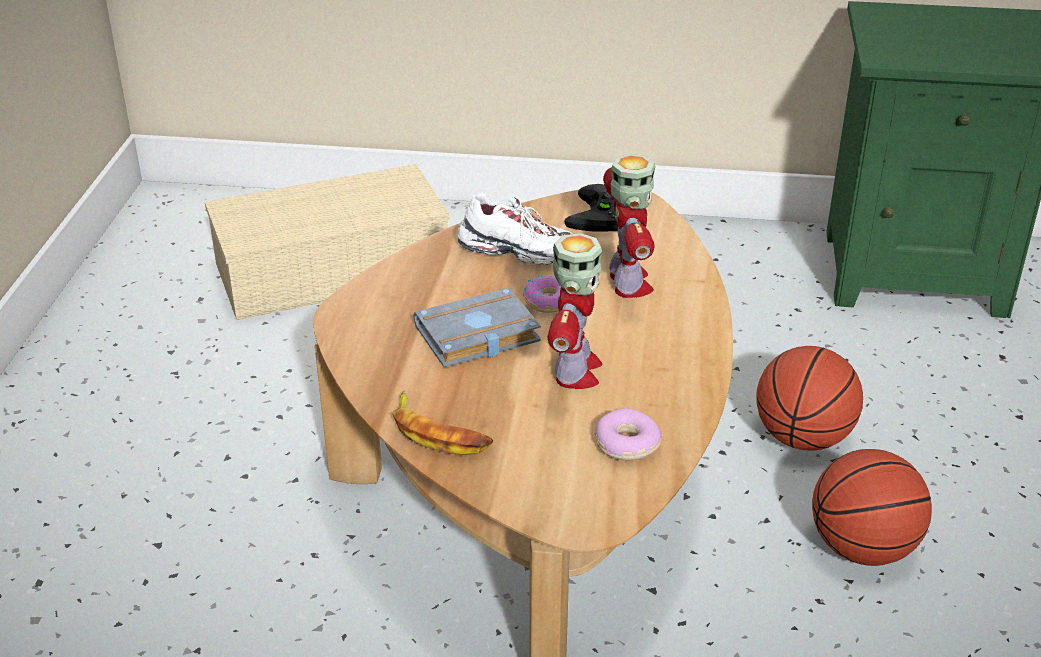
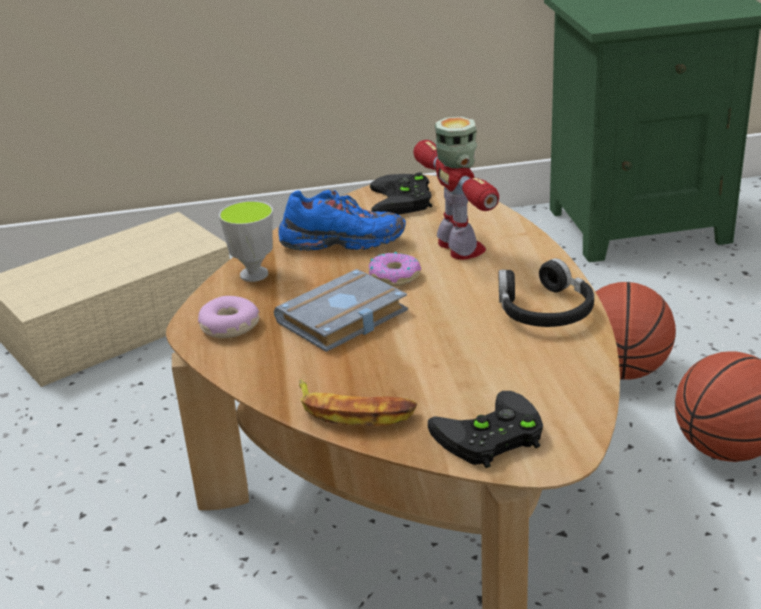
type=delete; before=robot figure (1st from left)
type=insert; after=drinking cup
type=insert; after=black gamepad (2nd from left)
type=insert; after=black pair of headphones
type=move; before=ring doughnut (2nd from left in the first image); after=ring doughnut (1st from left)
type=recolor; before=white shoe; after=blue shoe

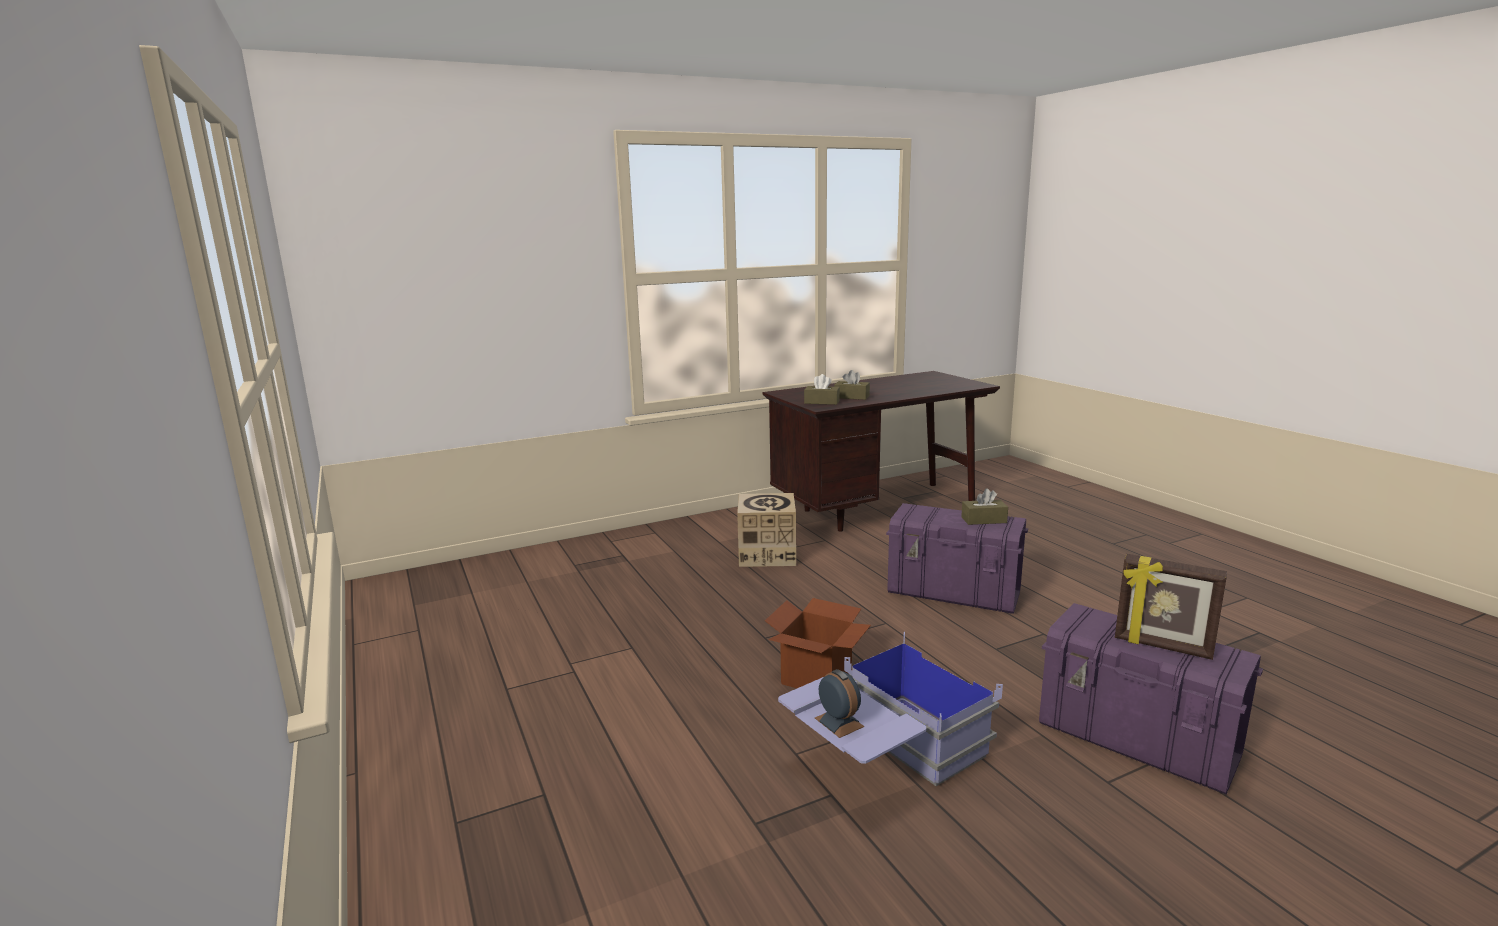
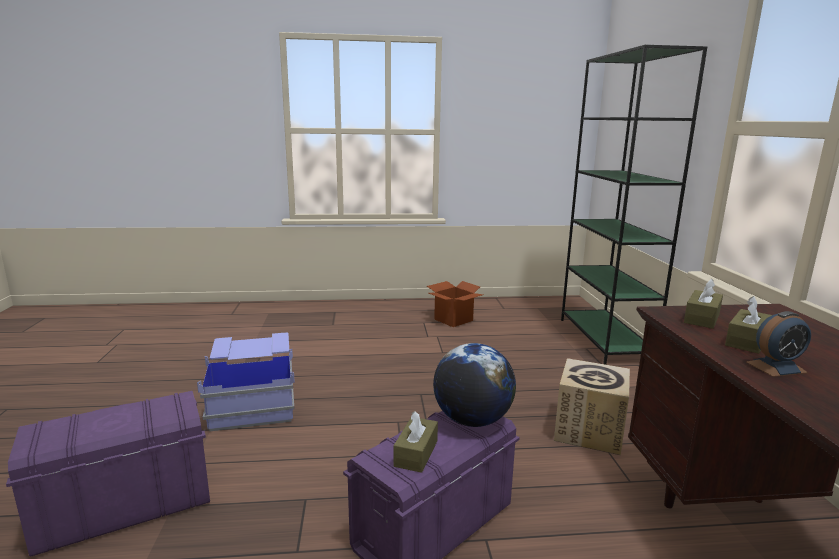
type=delete; before=photo frame
type=insert; after=globe
type=insert; after=green bookshelf
type=move; before=cardboard box (2nd from left in the first image); after=cardboard box (1st from left)
type=move; before=alarm clock

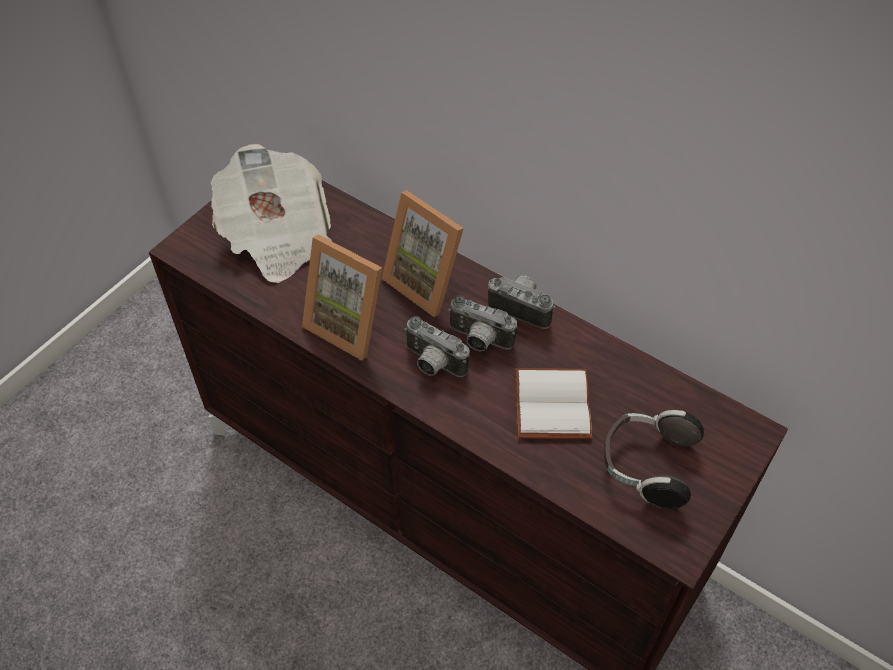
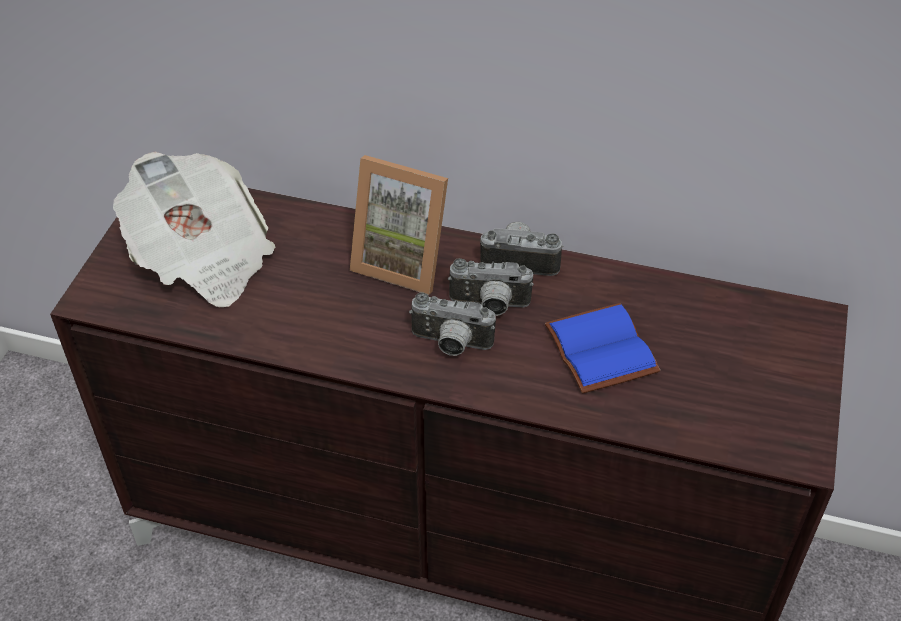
type=delete; before=photo frame (1st from left)
type=delete; before=pair of headphones
type=recolor; before=white bound book; after=blue bound book

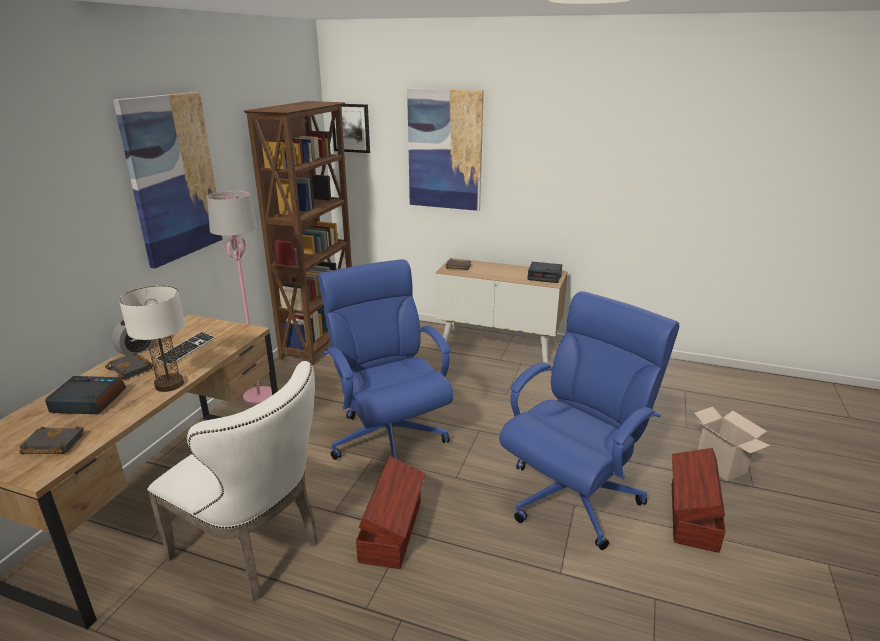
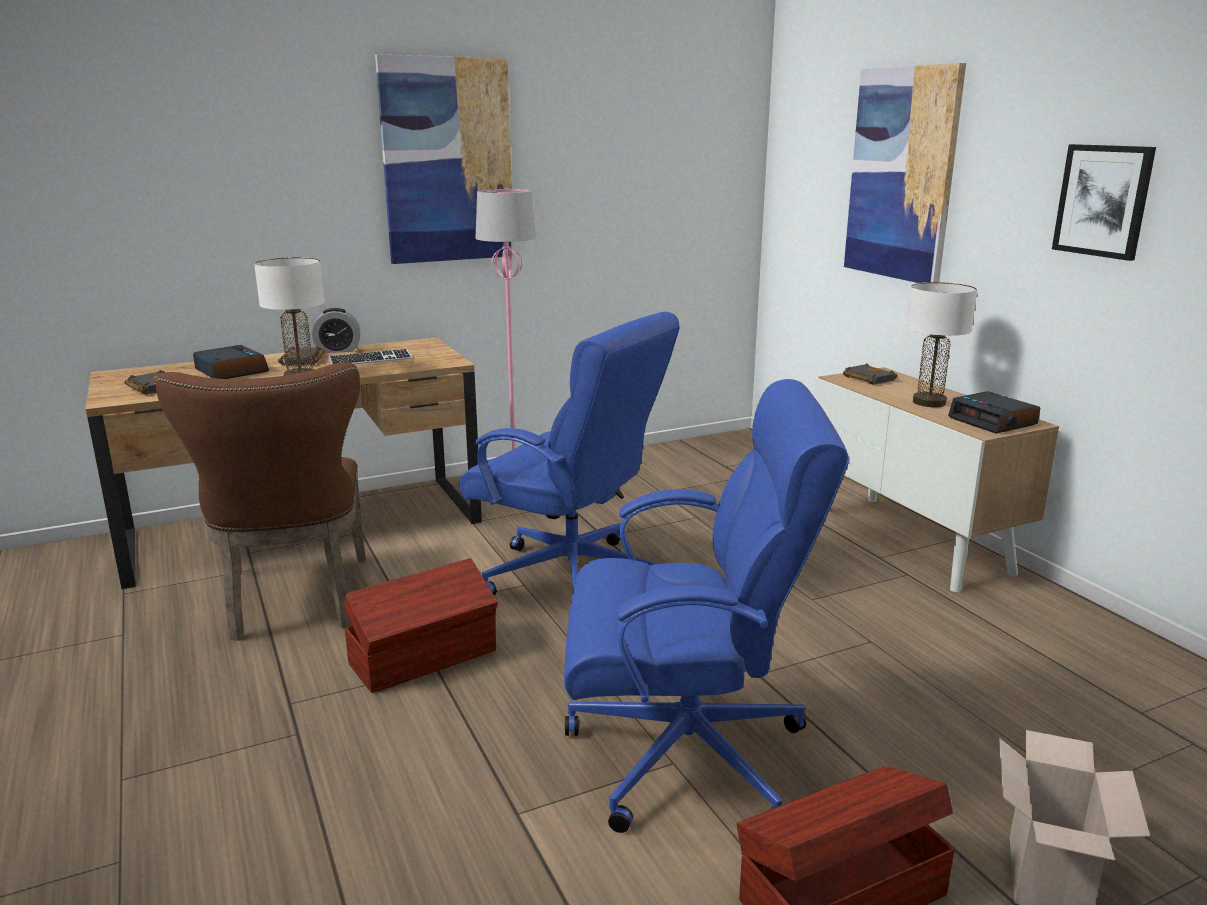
type=delete; before=brown bookshelf
type=insert; after=lamp for a table (2nd from left)
type=move; before=wall art (2nd from left in the first image); after=wall art (3rd from left)
type=recolor; before=white upright chair; after=brown upright chair
type=rotate; before=blue office chair (1st from left); turn=105

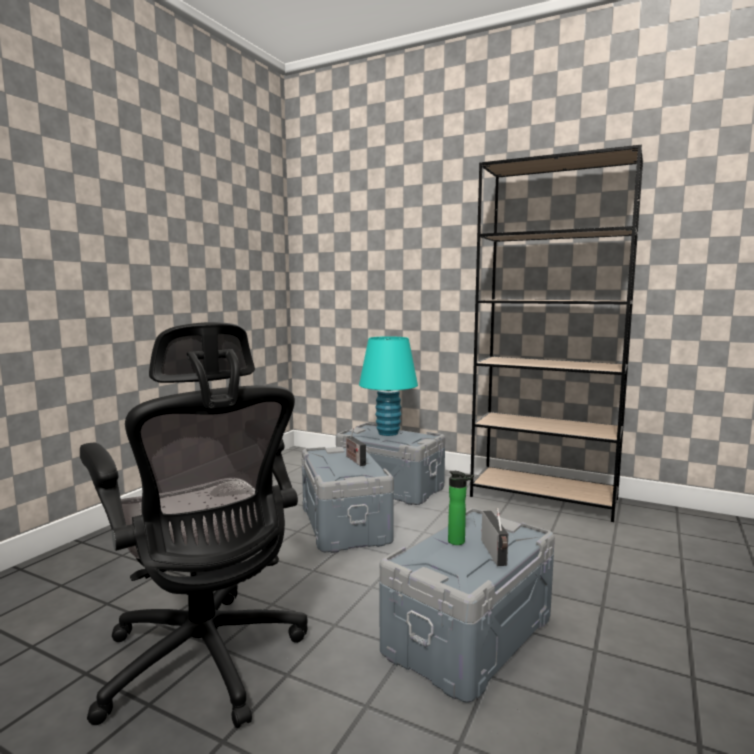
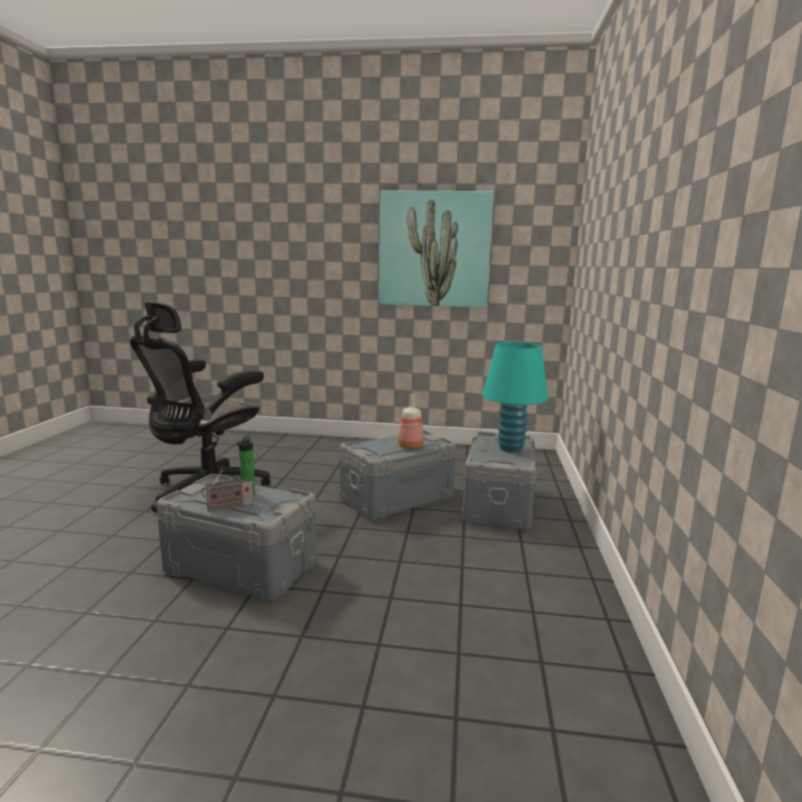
type=delete; before=beige-coloured bookshelf
type=insert; after=wall art
type=replace; before=radio set (1st from left); after=drink bottle (2nd from left)

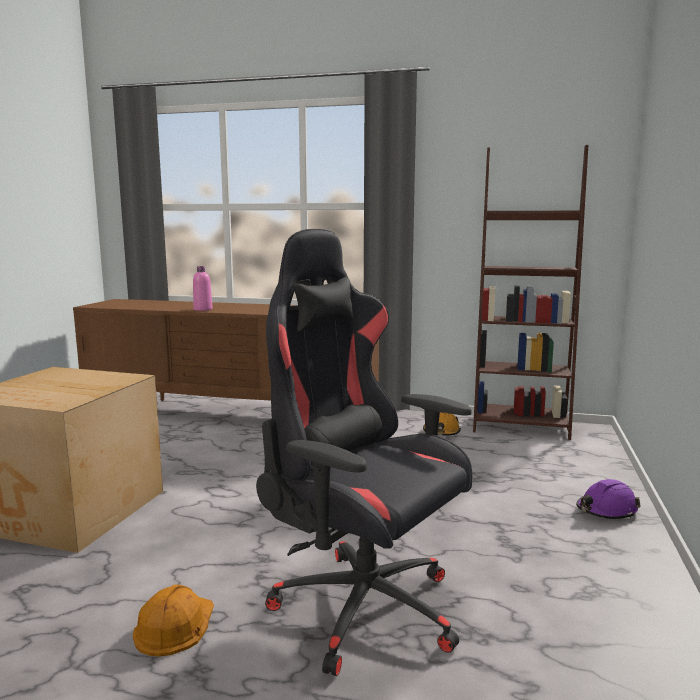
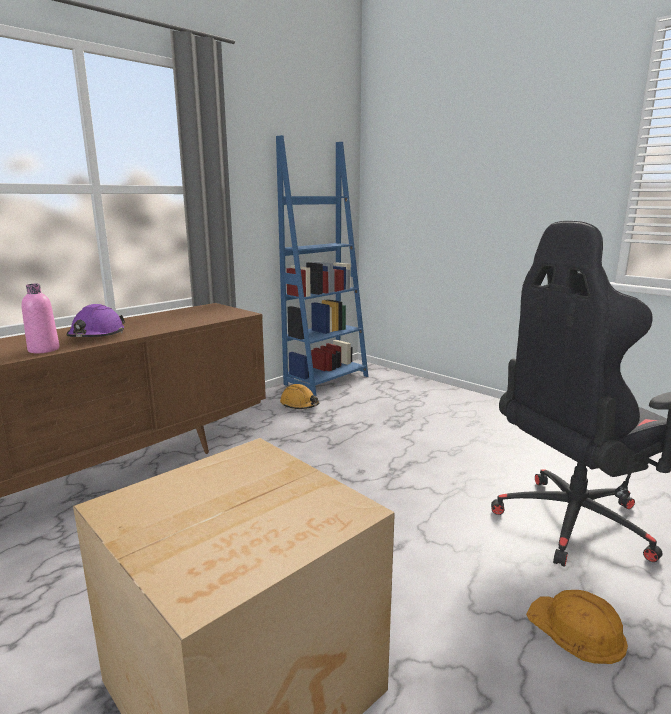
type=move; before=purple-coloured work helmet
type=recolor; before=brown bookshelf; after=blue bookshelf

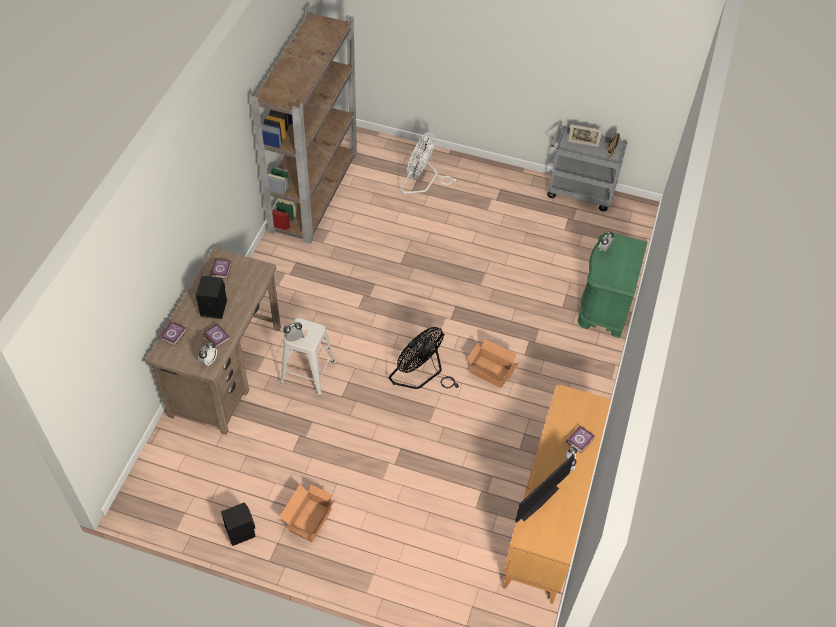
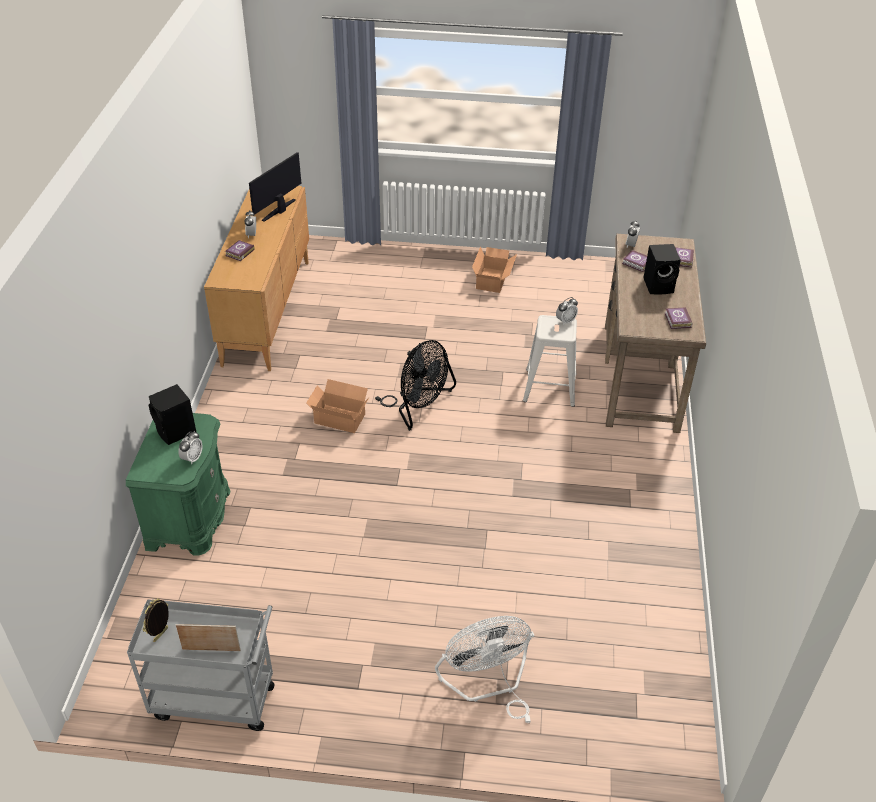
type=delete; before=brown bookshelf
type=move; before=black speaker (2nd from left in the first image); after=black speaker (1st from left)
type=rotate; before=white cooling fan; turn=-120

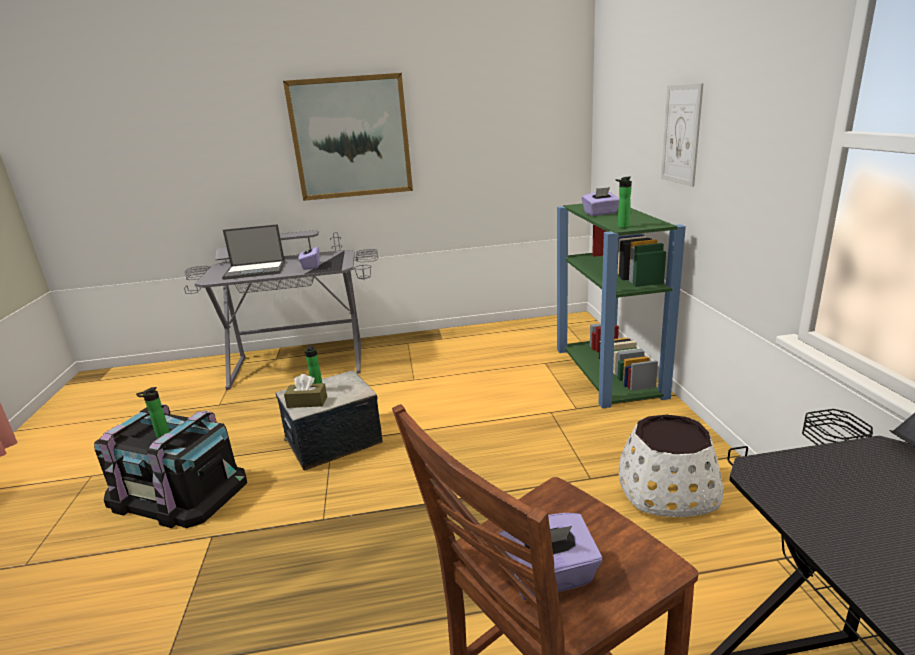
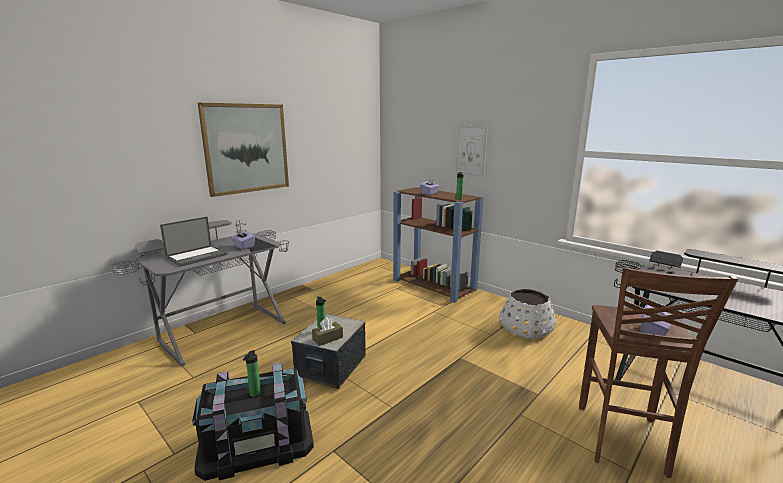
type=recolor; before=green bookshelf; after=brown bookshelf

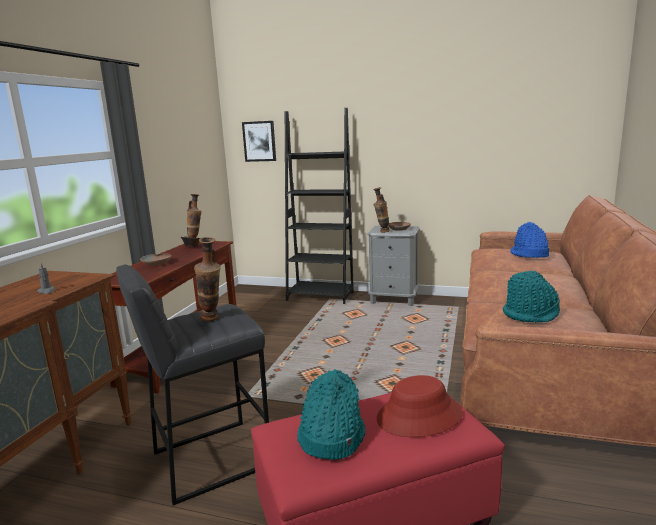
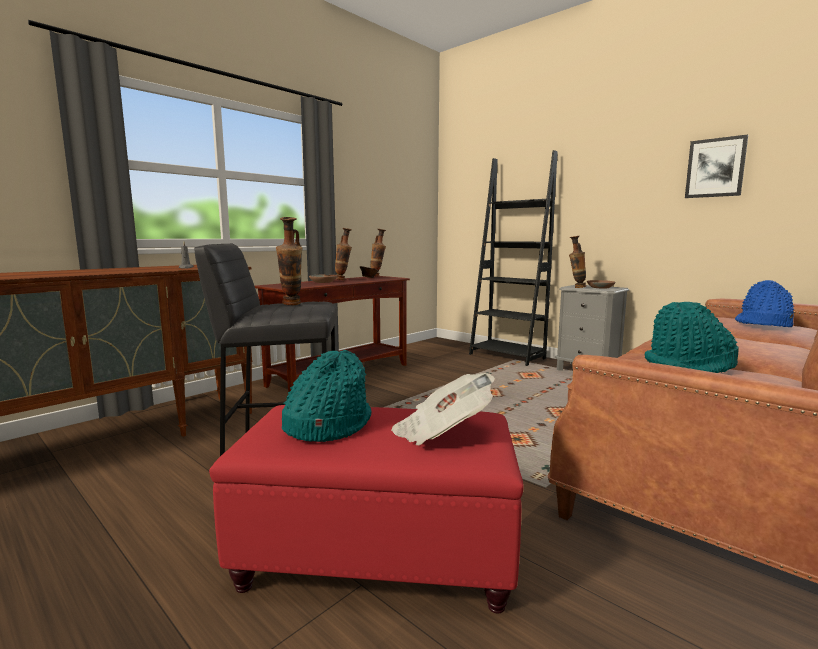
type=insert; after=decorative vase (2nd from left)
type=move; before=wall art
type=replace; before=reddish wearable hat; after=daily paper

